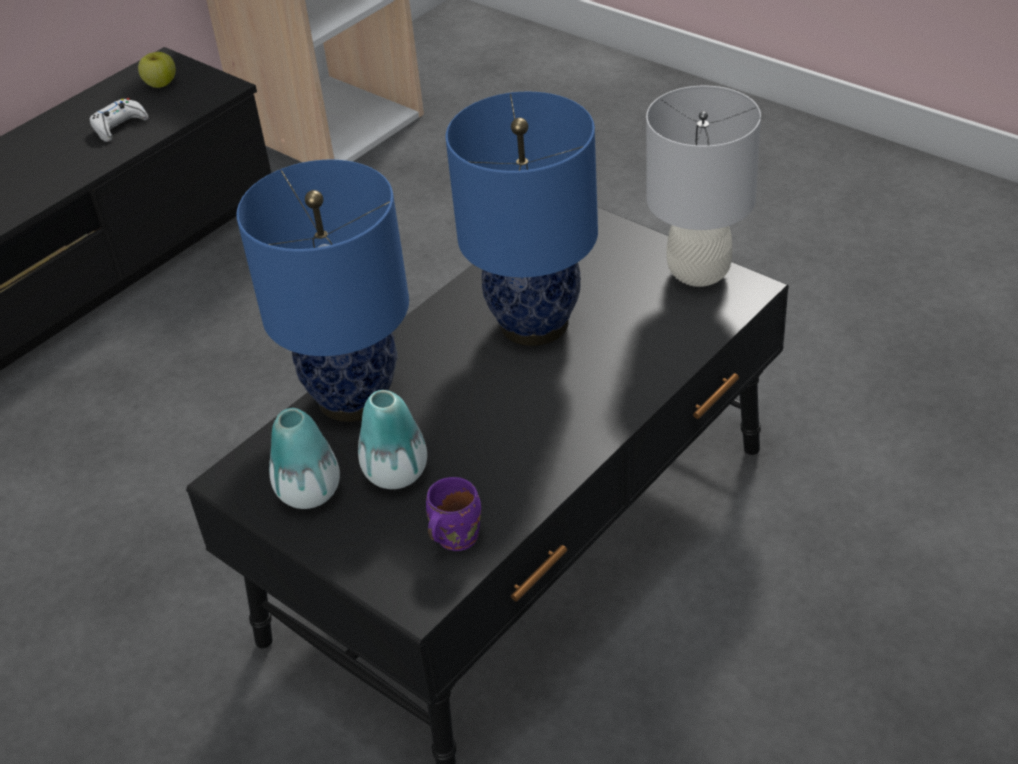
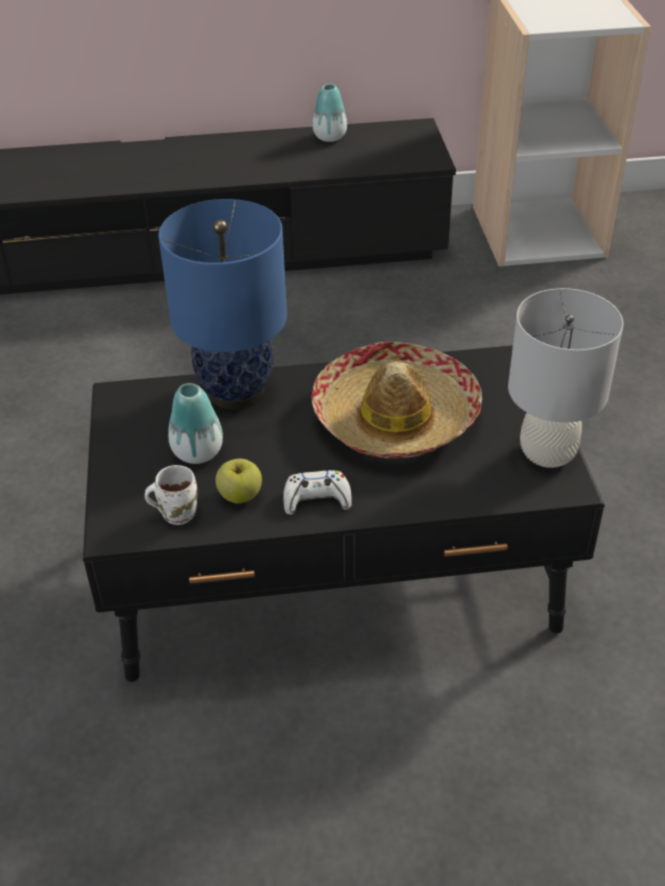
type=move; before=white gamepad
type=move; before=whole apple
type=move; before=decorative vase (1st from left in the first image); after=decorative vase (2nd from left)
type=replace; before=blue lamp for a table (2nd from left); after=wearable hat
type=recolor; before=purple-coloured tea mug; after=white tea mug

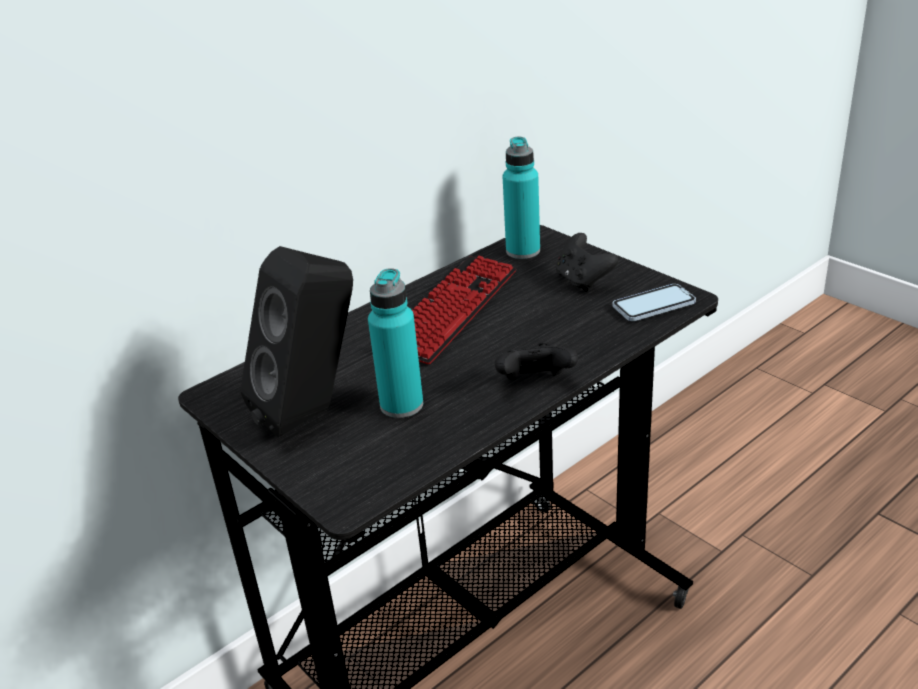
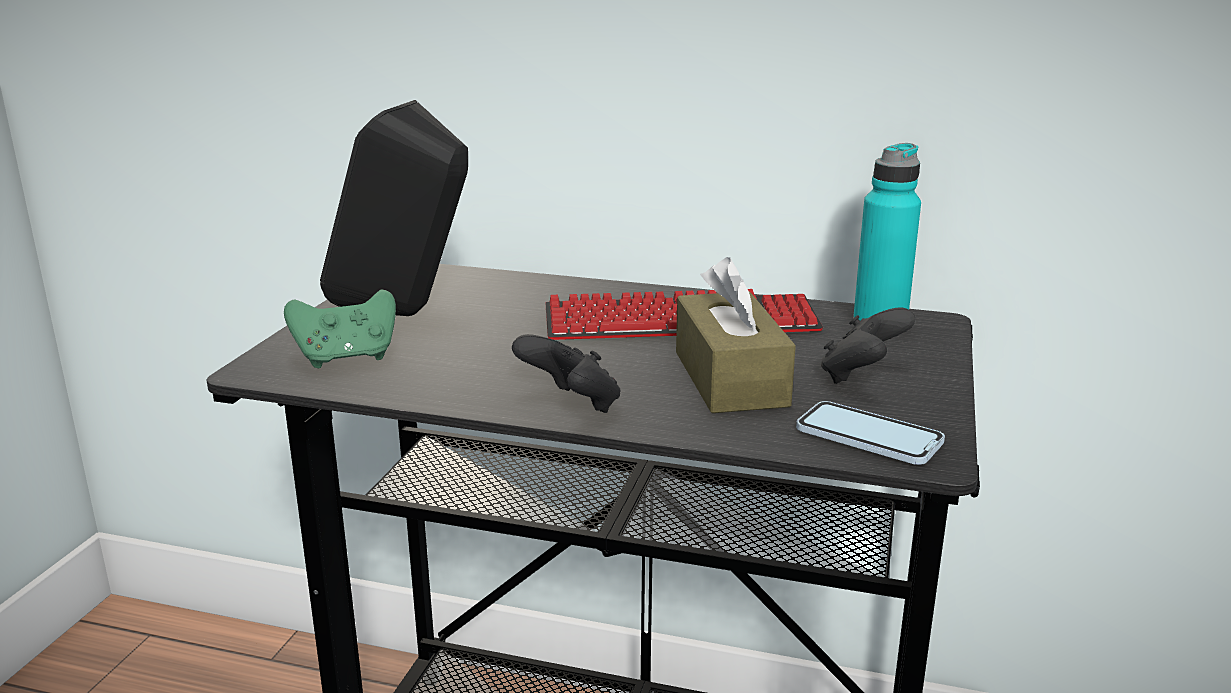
type=delete; before=turquoise drink bottle (1st from left)
type=insert; after=green gamepad
type=insert; after=brown tissue box

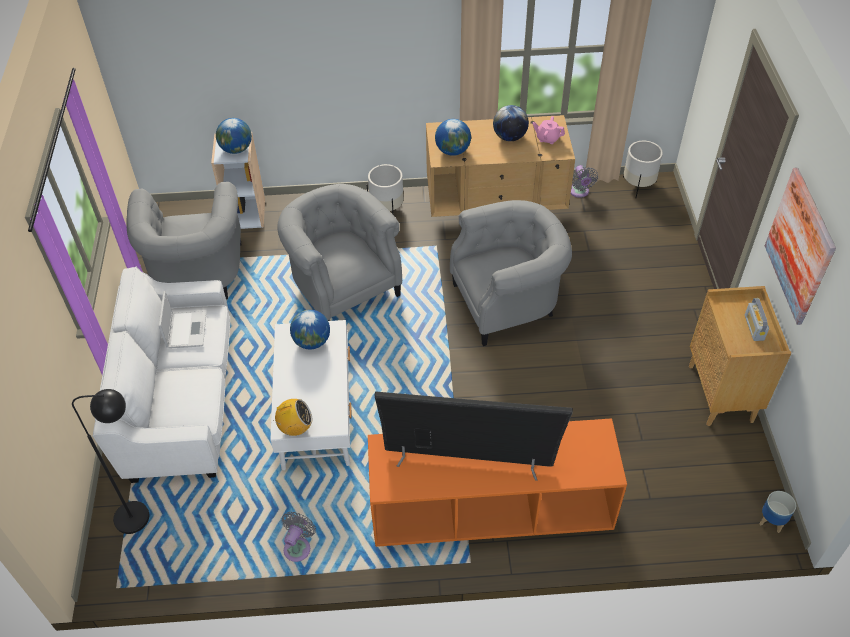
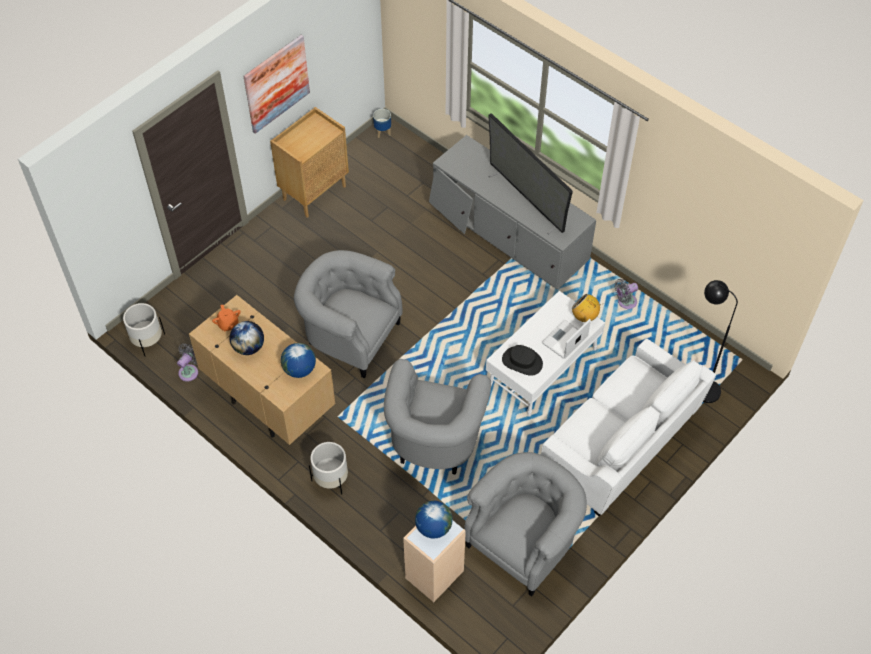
type=delete; before=radio set (2nd from left)
type=move; before=laptop
type=replace; before=globe (2nd from left); after=black wearable hat
type=recolor; before=orangey media console; after=grey media console
type=recolor; before=pink-coloured pot for tea; after=orangey pot for tea

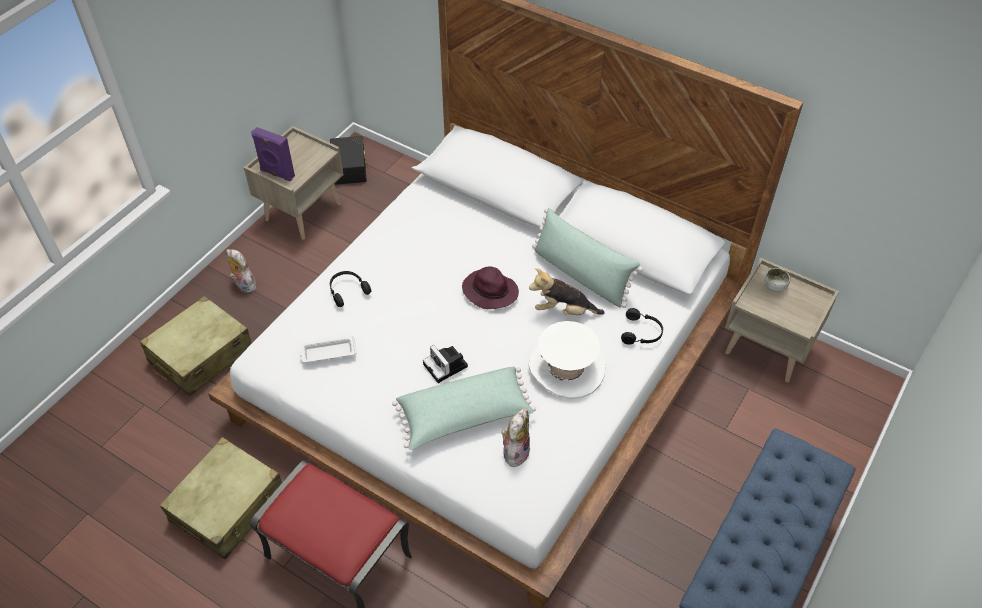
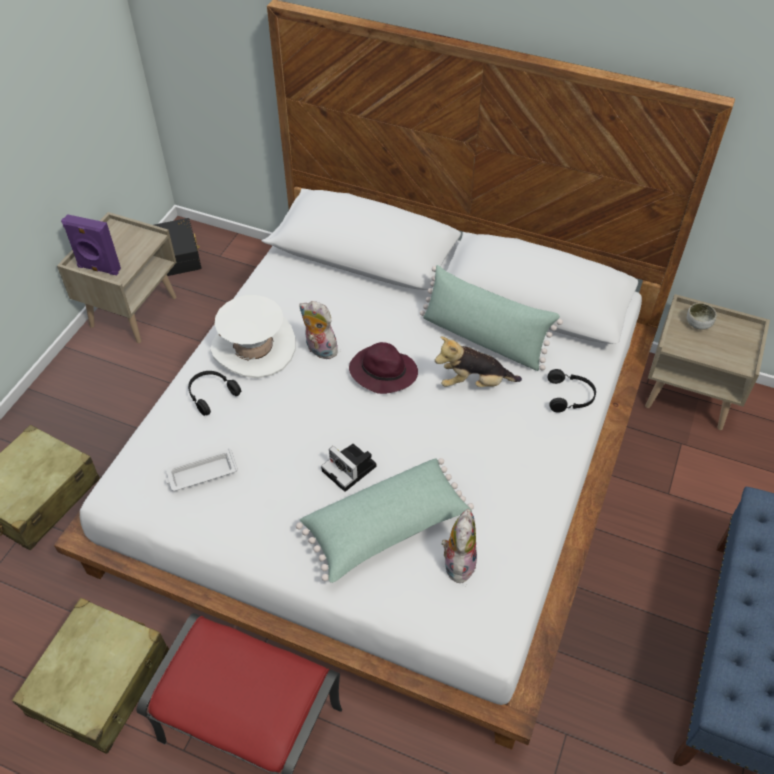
type=move; before=cuddly toy (1st from left)
type=move; before=white wearable hat

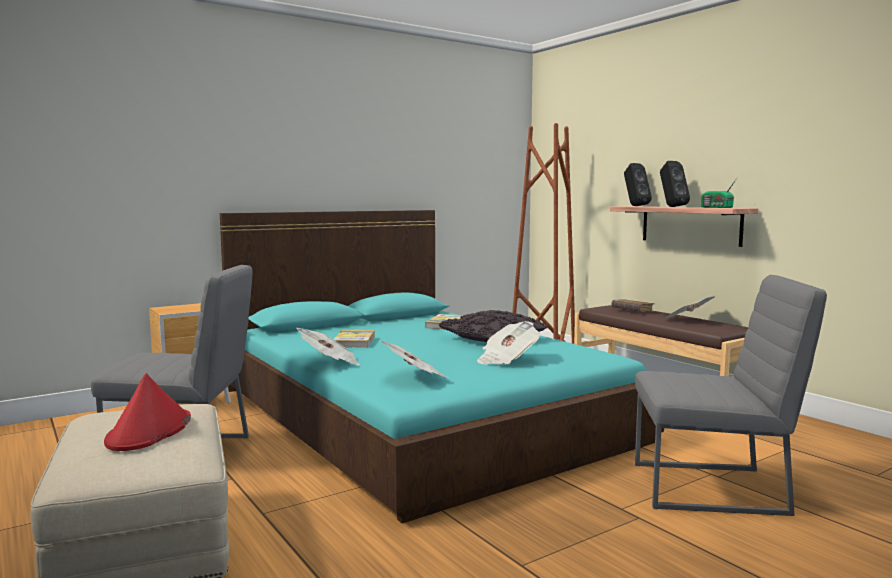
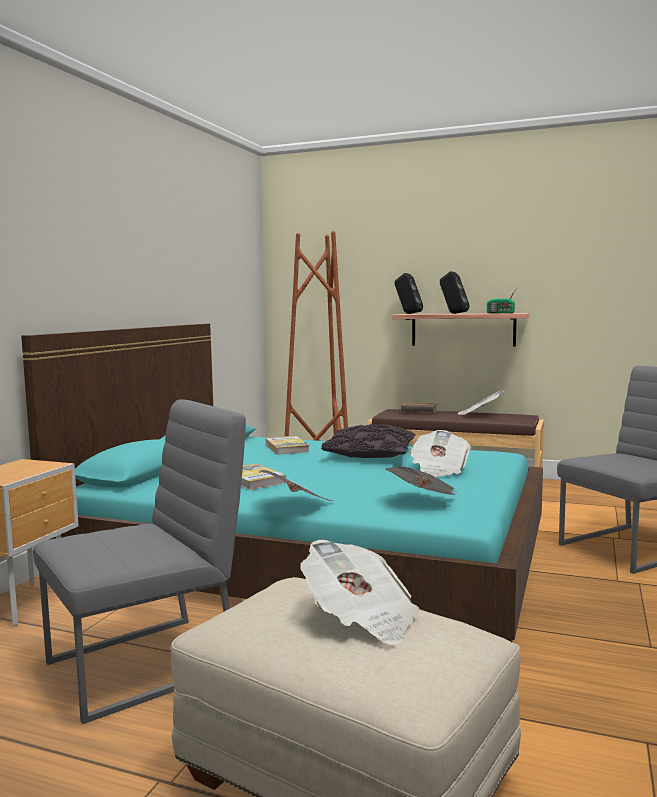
type=replace; before=reddish wearable hat; after=daily paper (2nd from left)

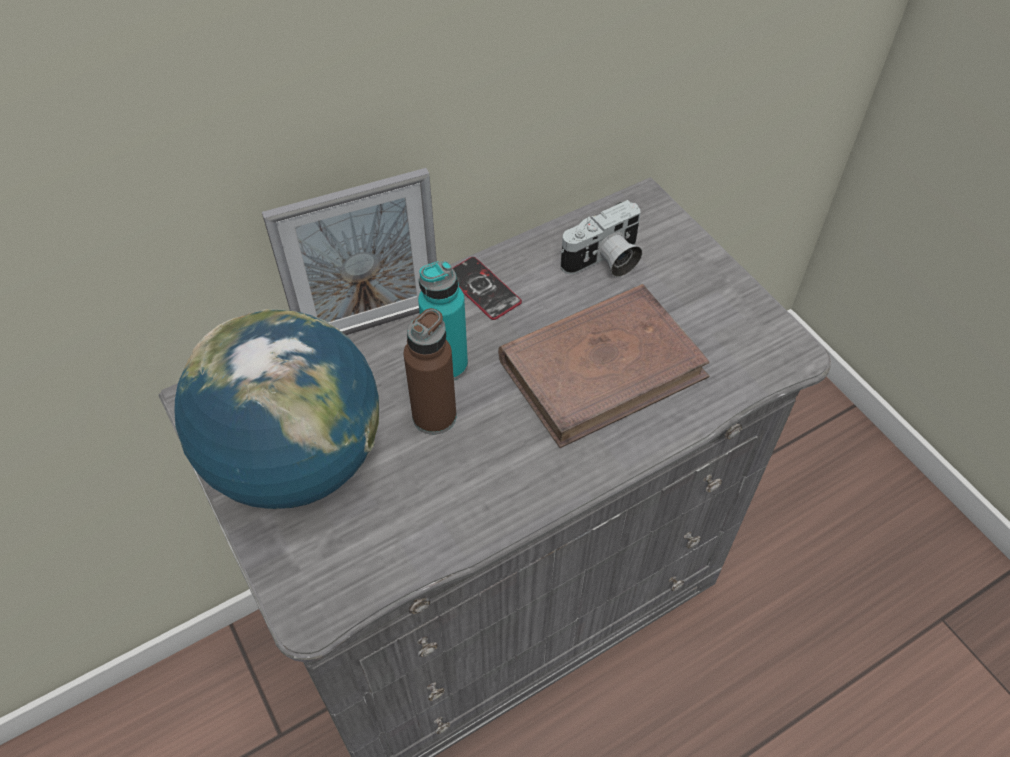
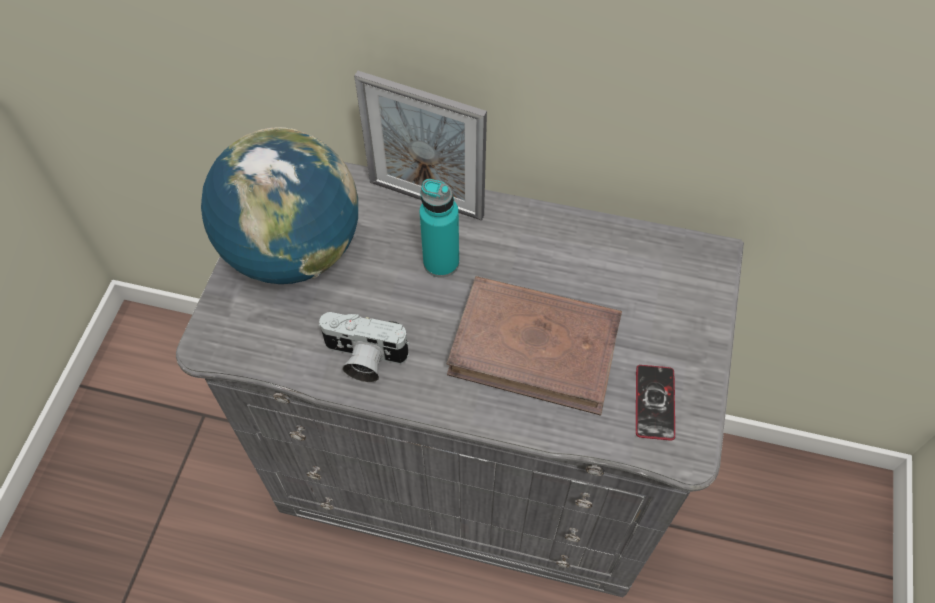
type=delete; before=brown drink bottle
type=move; before=phone
type=move; before=still camera

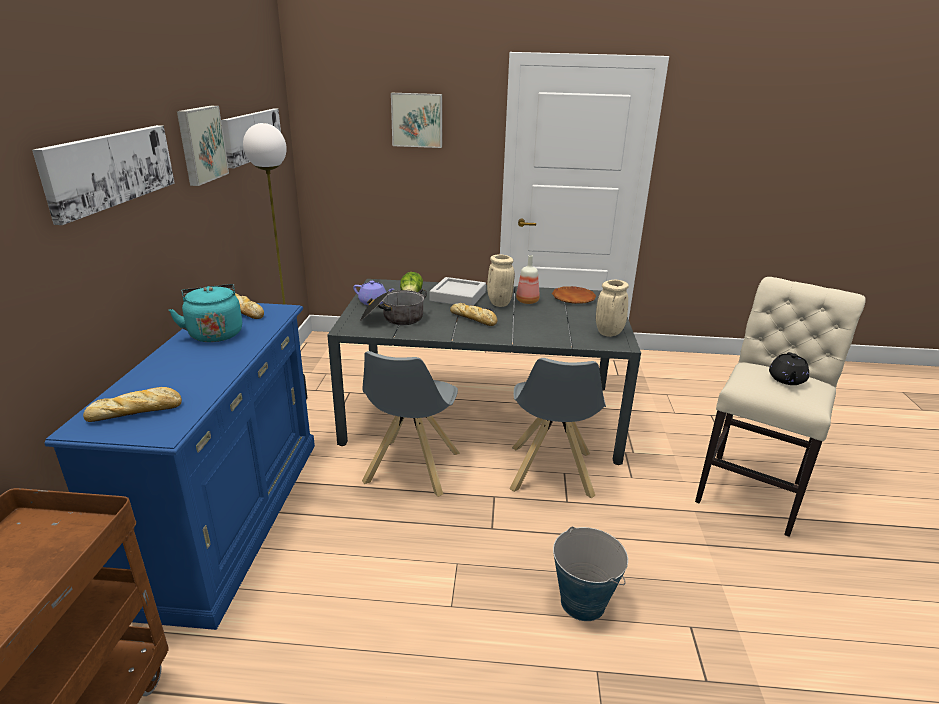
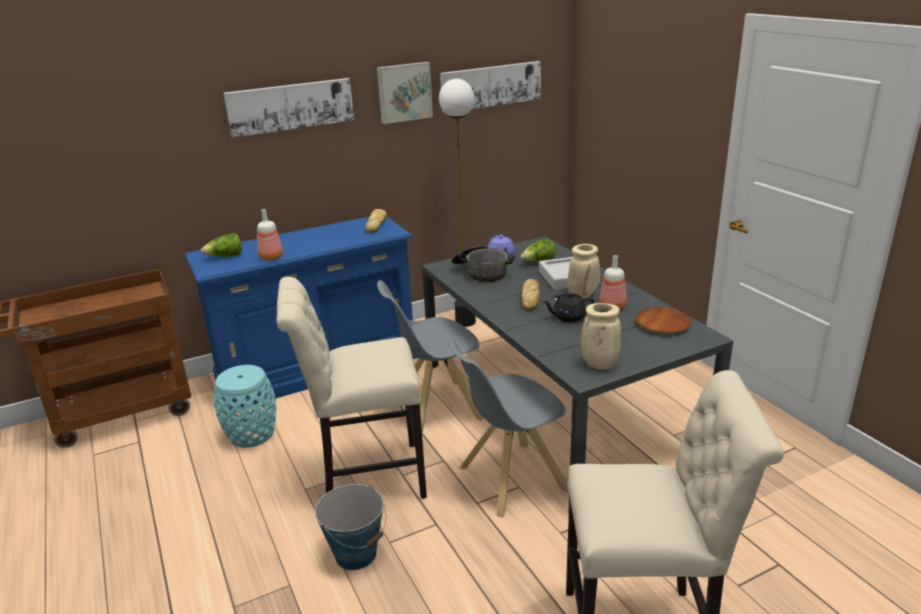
type=delete; before=turquoise tea kettle
type=delete; before=wall art (4th from left)
type=insert; after=turquoise sitting stool
type=insert; after=drink bottle (1st from left)
type=insert; after=beige-coloured sitting stool (1st from left)
type=move; before=black pot for tea
type=replace; before=bakery bread (1st from left); after=lettuce (1st from left)

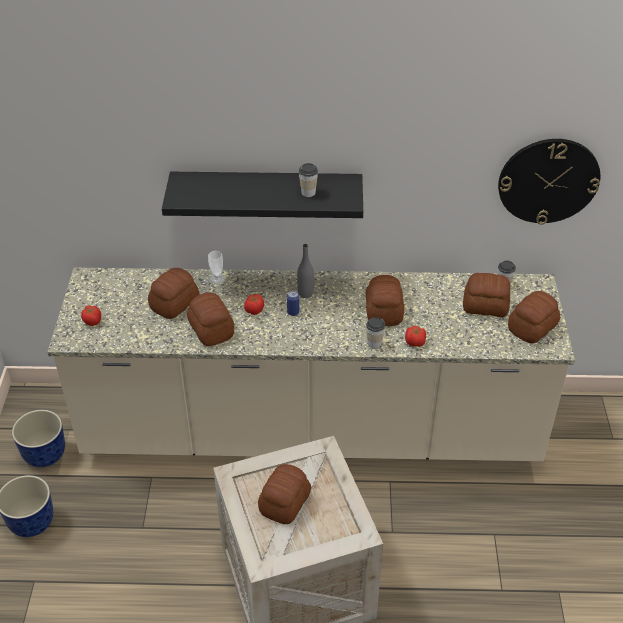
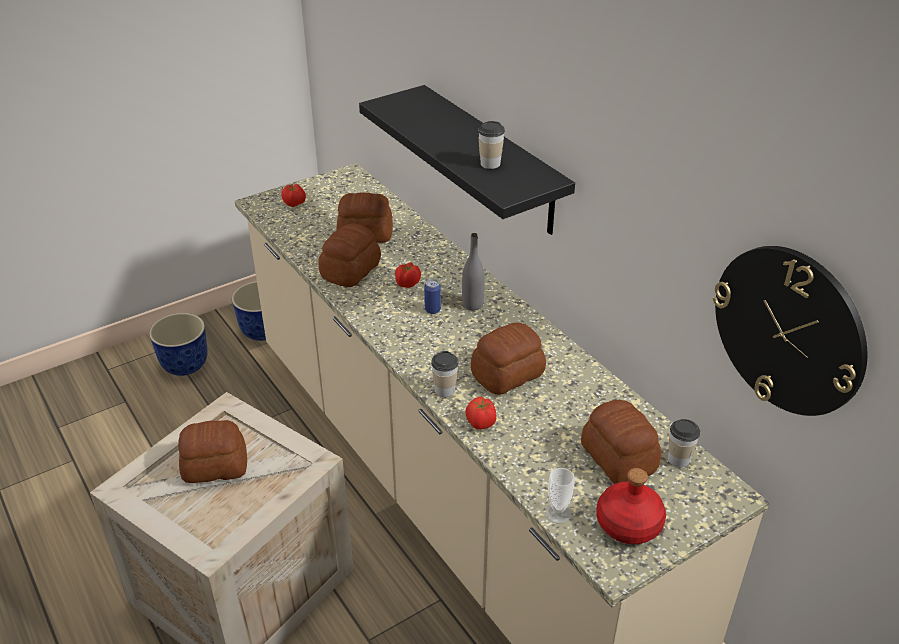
type=move; before=drinking cup (1st from left in the first image); after=drinking cup (3rd from left)
type=replace; before=bakery bread (6th from left); after=reddish drink bottle

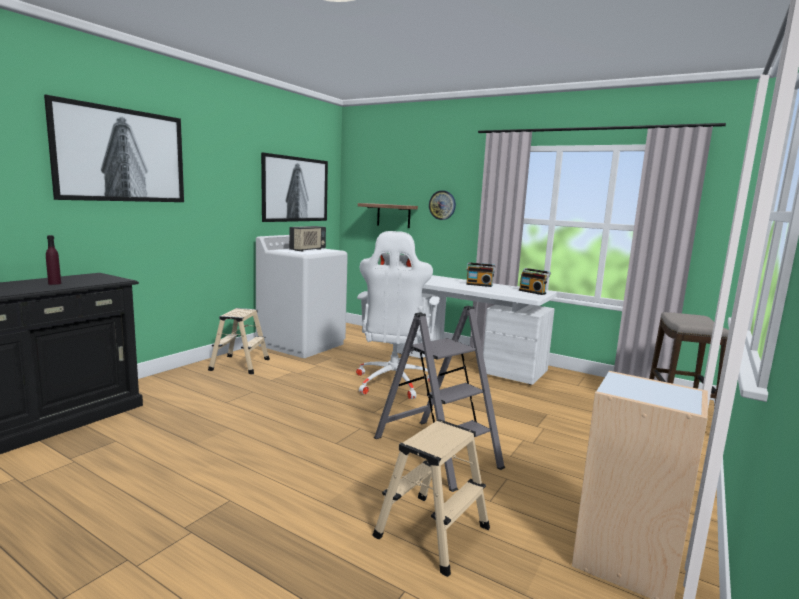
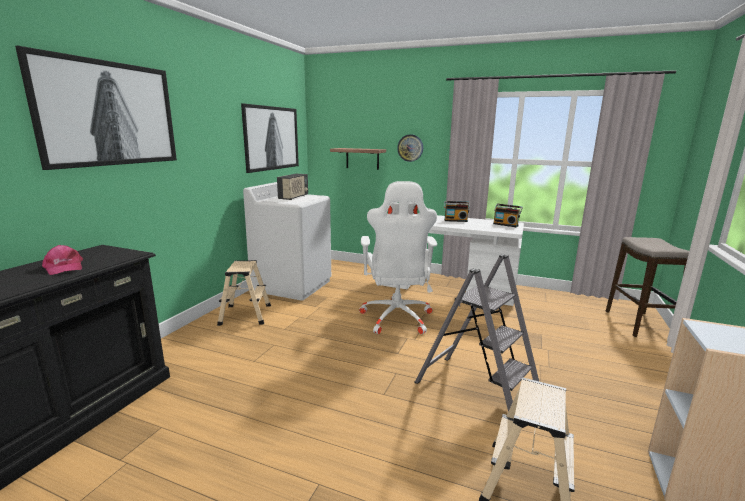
type=replace; before=purple-coloured drink bottle; after=pink-coloured baseball cap

